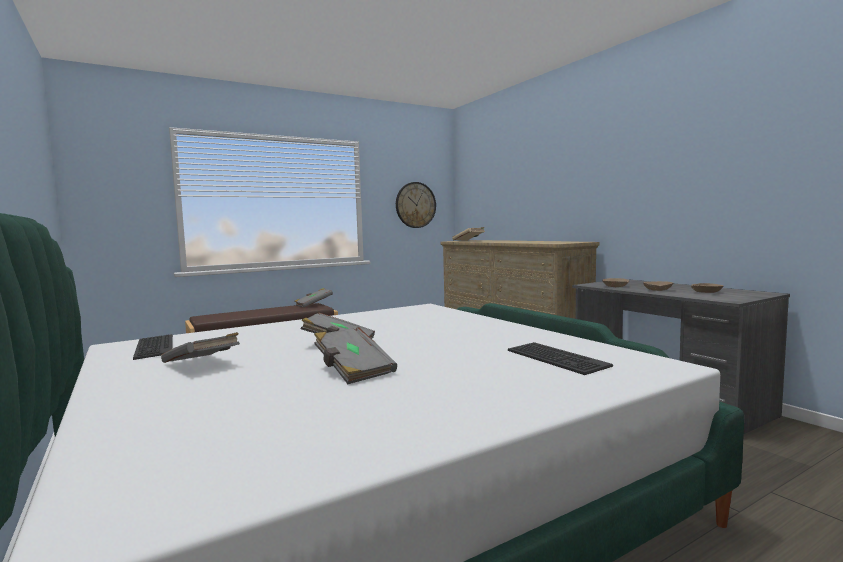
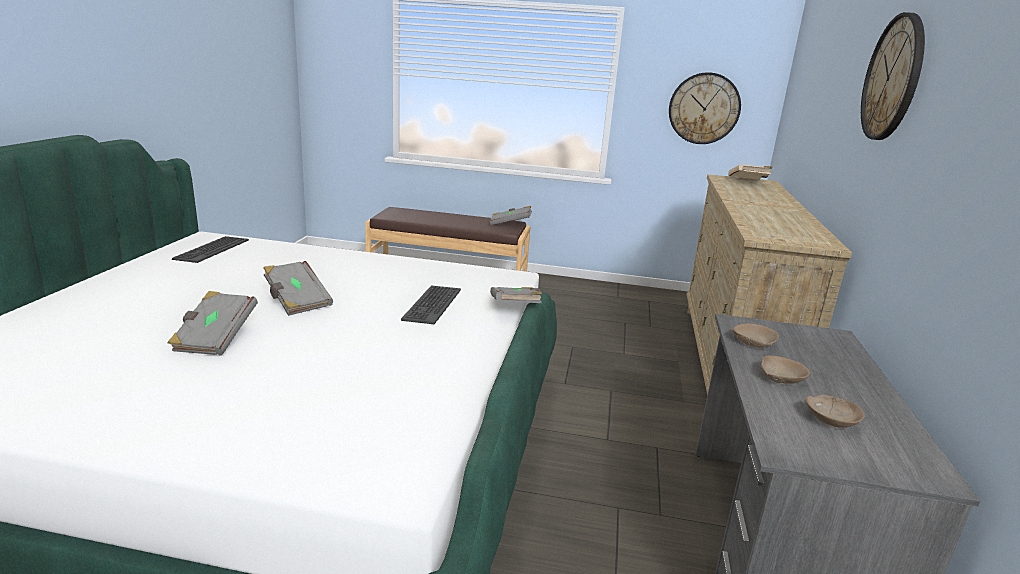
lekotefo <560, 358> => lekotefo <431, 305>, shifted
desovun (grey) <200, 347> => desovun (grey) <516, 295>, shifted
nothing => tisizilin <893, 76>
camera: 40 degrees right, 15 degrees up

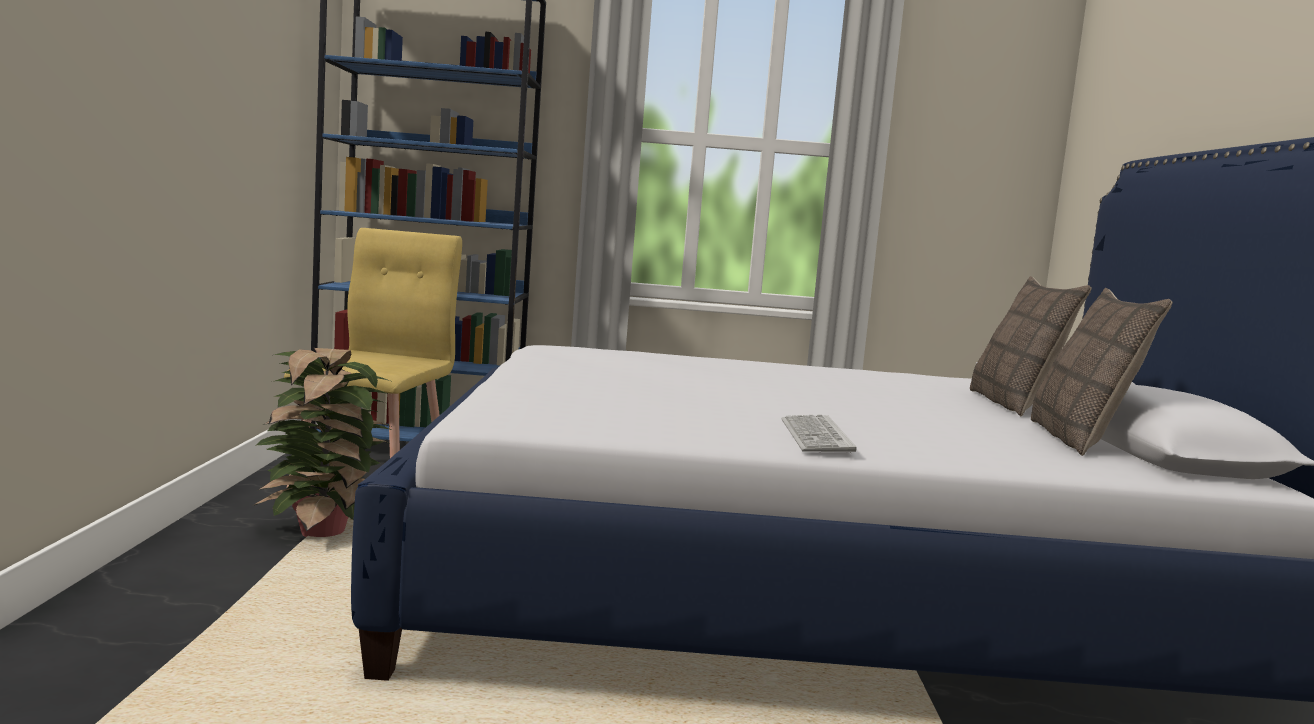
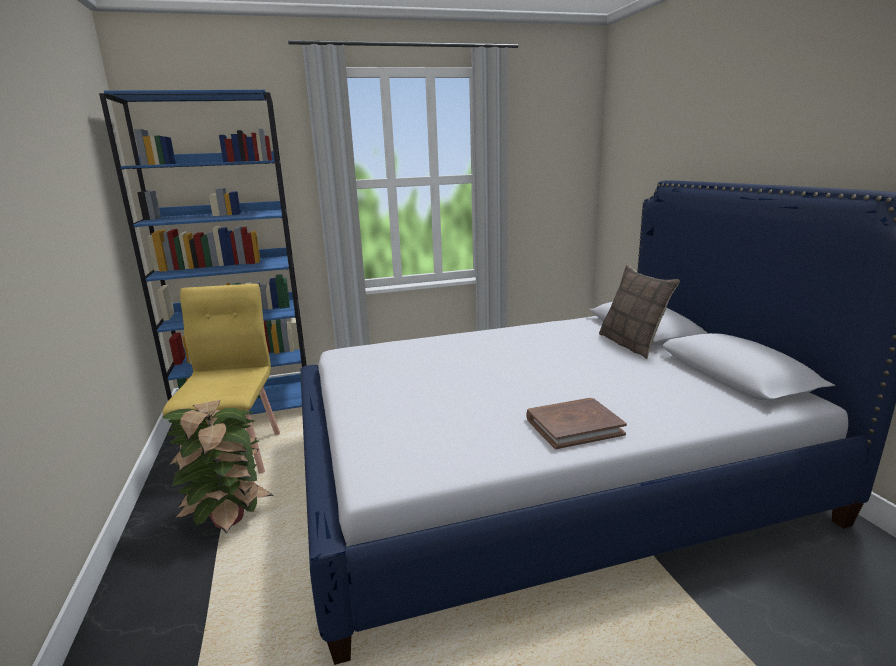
lekotefo <819, 433> => desovun (brown) <576, 423>
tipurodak <1102, 372> => nothing
camera: 15 degrees left, 10 degrees up

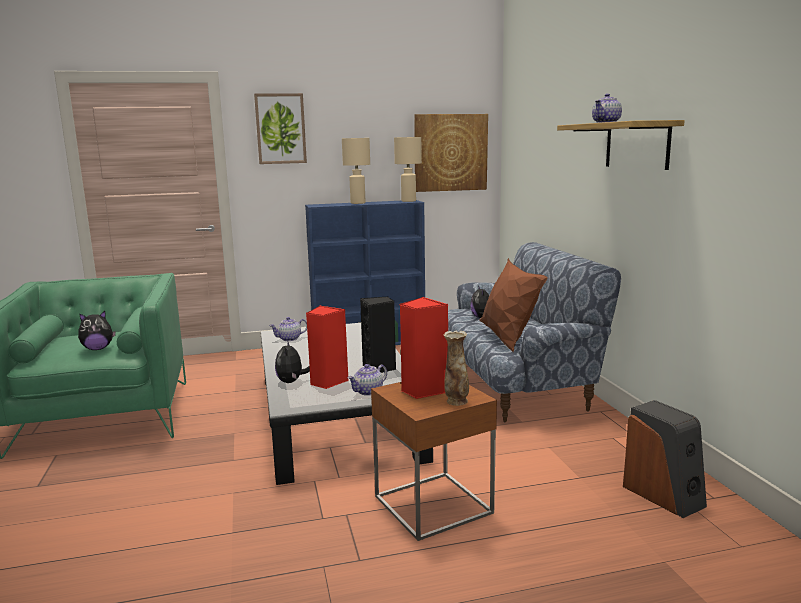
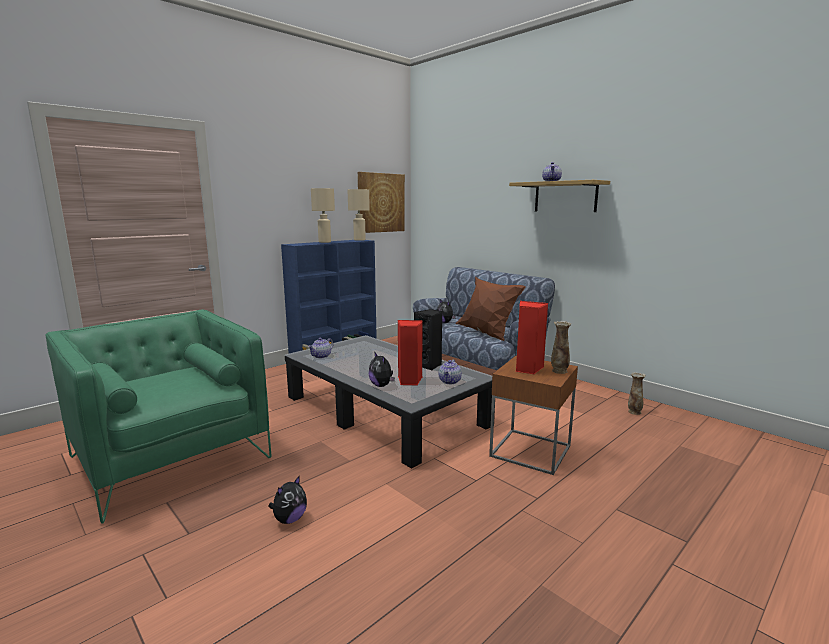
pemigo <97, 330> => pemigo <287, 500>, shifted
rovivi <665, 459> => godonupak <636, 393>
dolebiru <280, 128> => nothing
camera: 30 degrees left, 0 degrees up

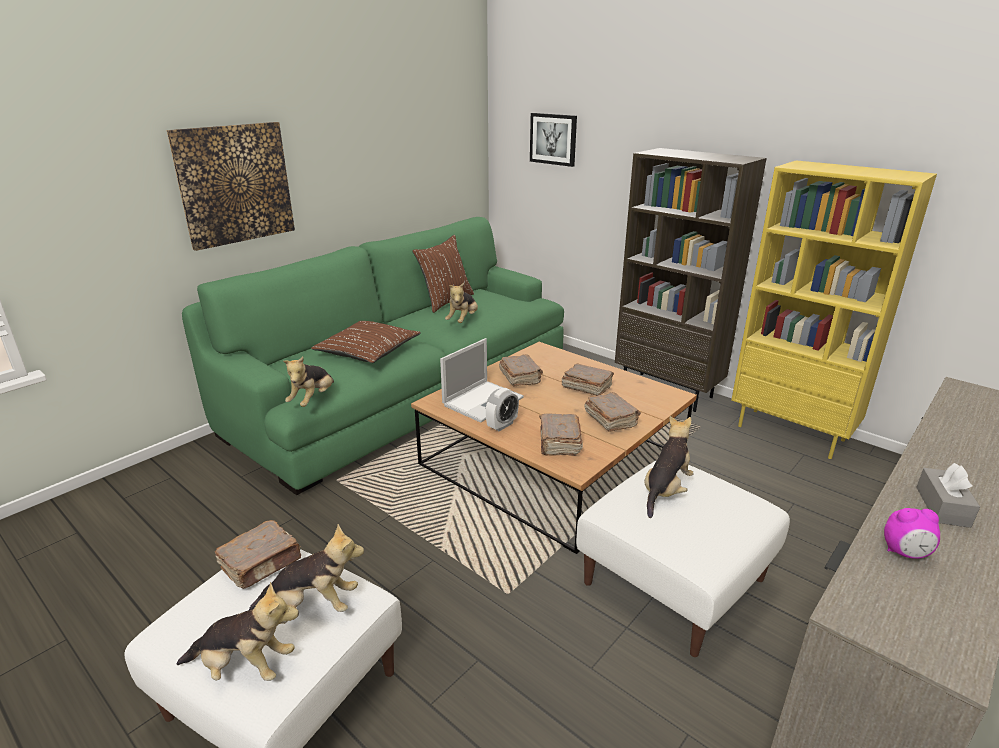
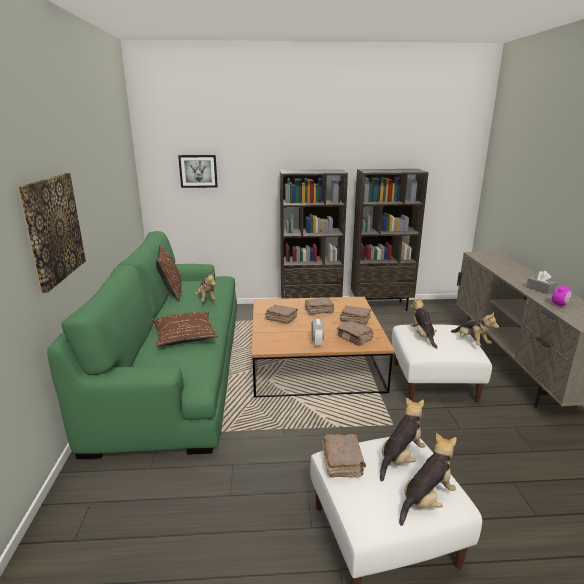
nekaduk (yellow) <834, 309> => nekaduk (brown) <390, 240>
pemigo <308, 382> => pemigo <475, 329>, shifted
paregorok <482, 380> => nothing
camera: 45 degrees left, 5 degrees down

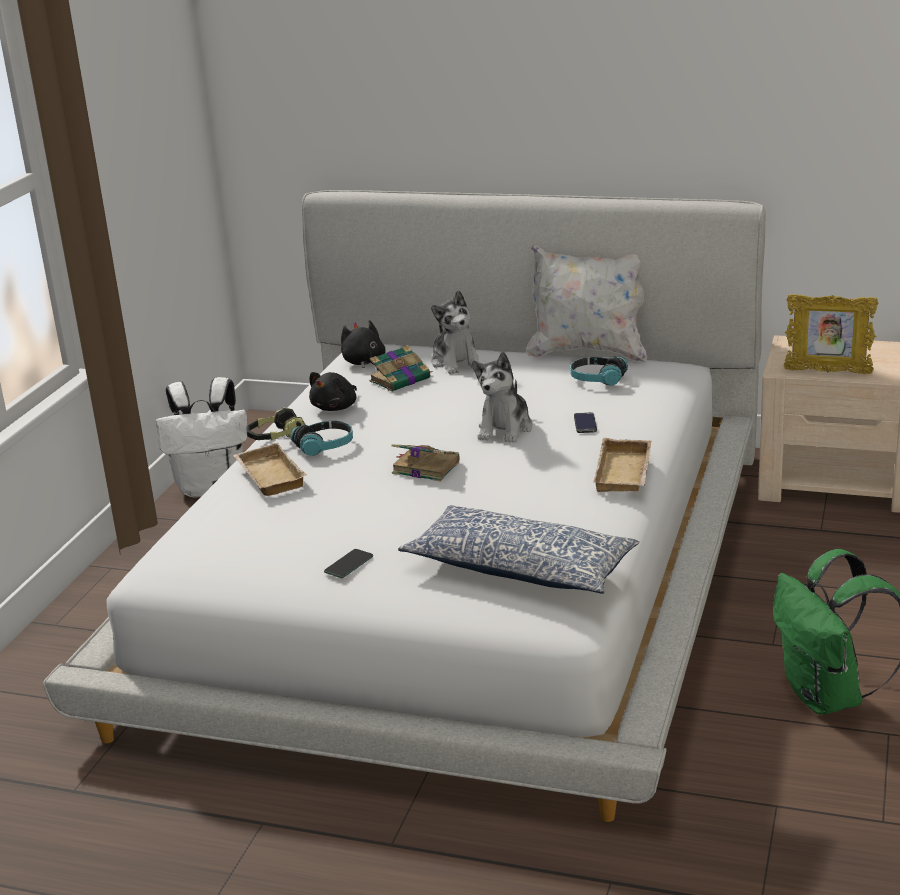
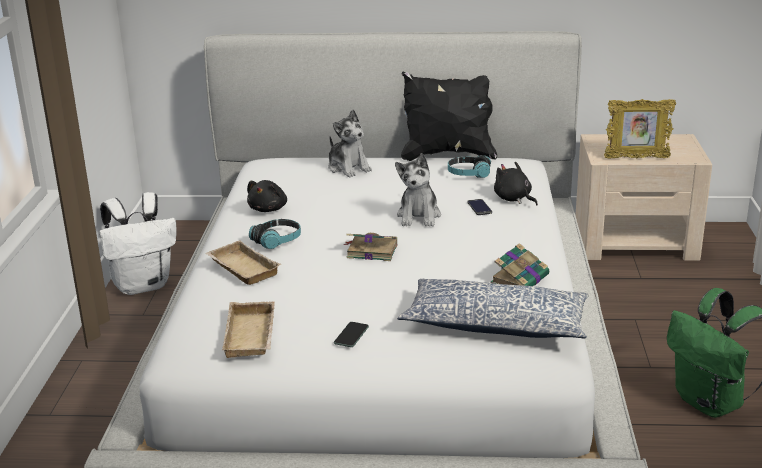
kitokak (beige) <622, 465> => kitokak (beige) <248, 329>, shifted
tipurodak (white) <586, 303> => tipurodak (black) <449, 116>
desovun <401, 368> => desovun <520, 264>, shifted
pemigo (black) <363, 345> => pemigo (black) <516, 183>, shifted
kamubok <276, 424> => nothing
camera: 15 degrees left, 0 degrees up

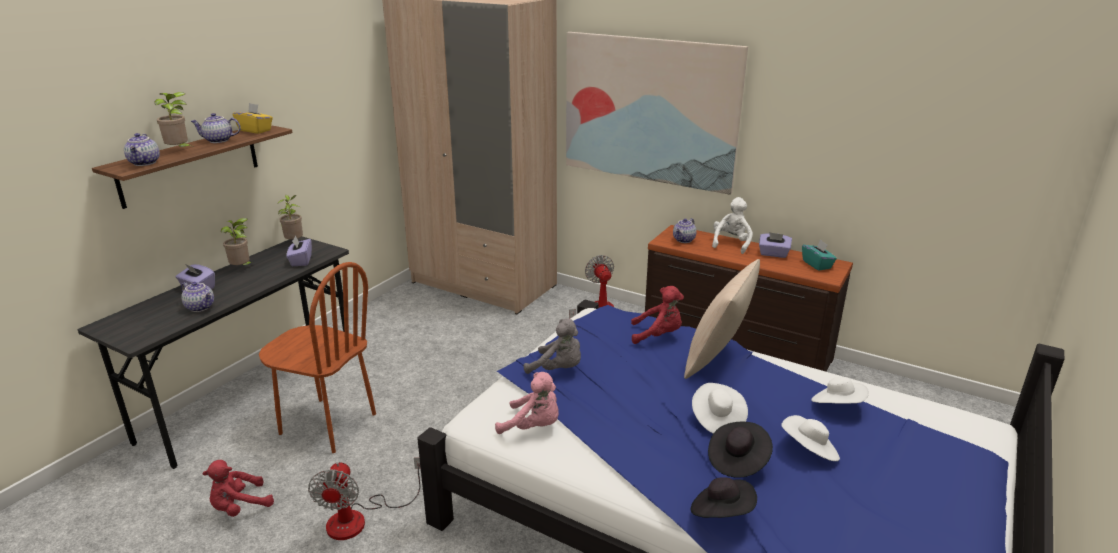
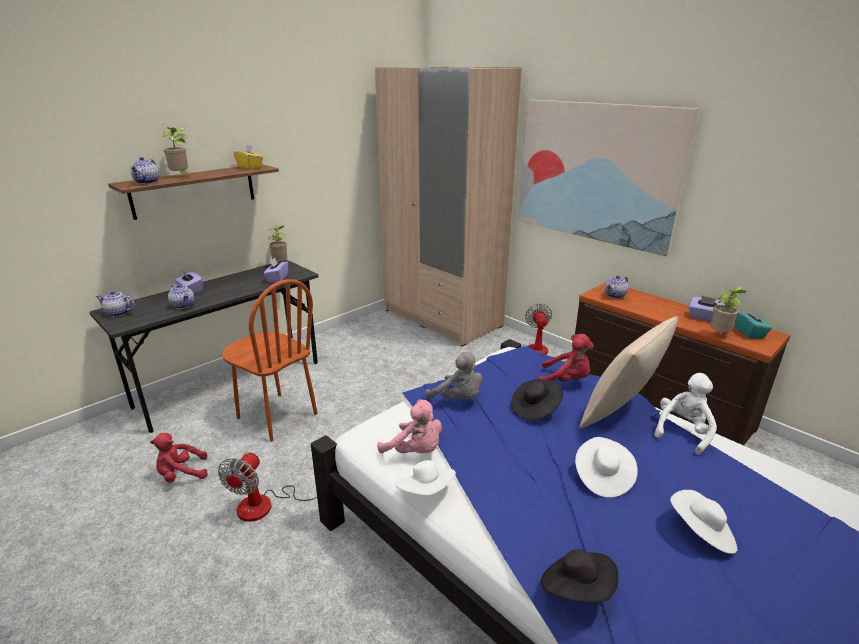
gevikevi <215, 128> => gevikevi <115, 304>, shifted
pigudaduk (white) <840, 390> => pigudaduk (white) <425, 477>, shifted
pigudaduk (black) <740, 450> => pigudaduk (black) <537, 399>, shifted
pemigo (white) <732, 225> => pemigo (white) <685, 414>, shifted
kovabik <236, 241> => kovabik <728, 310>, shifted
camera: 15 degrees right, 0 degrees up

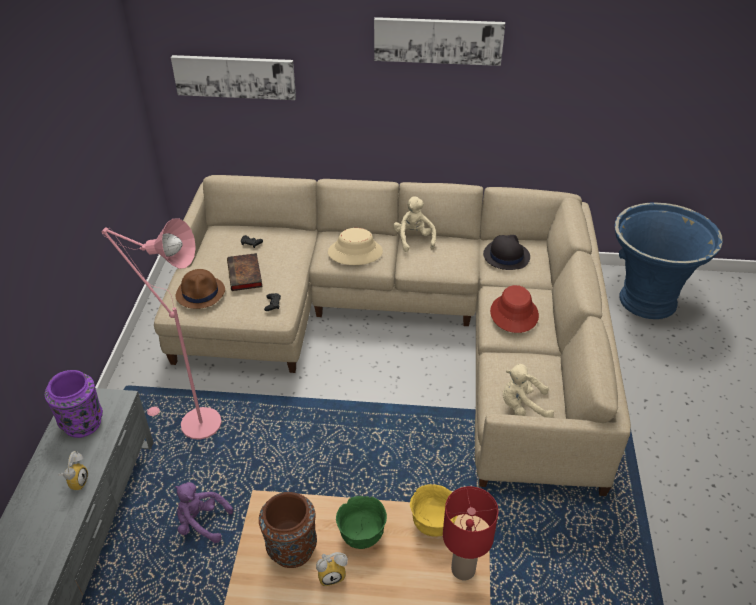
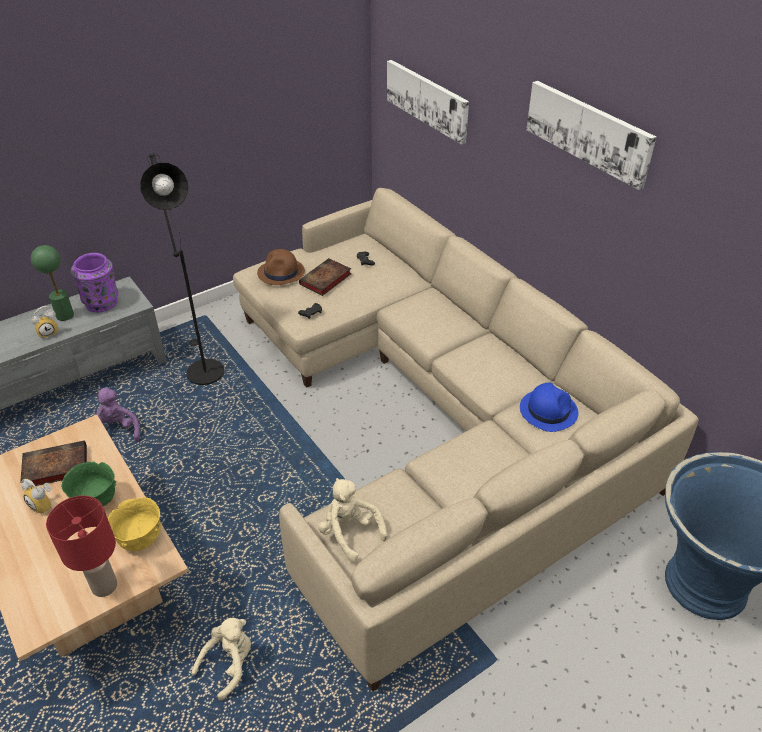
godonupak (brown) <288, 530> => desovun <53, 463>
nothing => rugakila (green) <52, 283>
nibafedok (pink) <162, 329> => nibafedok (black) <182, 269>
pemigo (beige) <414, 224> => pemigo (beige) <221, 659>, shifted
pigudaduk (black) <506, 252> => pigudaduk (blue) <549, 407>
pigudaduk (beige) <355, 246> => nothing
pigudaduk (red) <514, 309> => nothing
camera: 50 degrees right, 0 degrees up

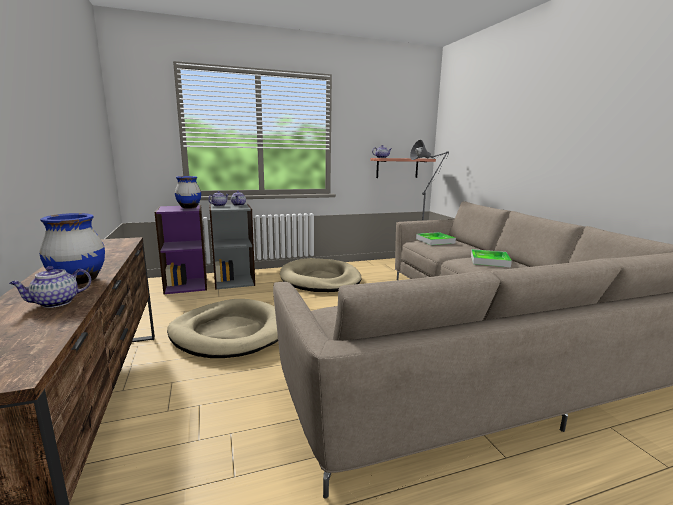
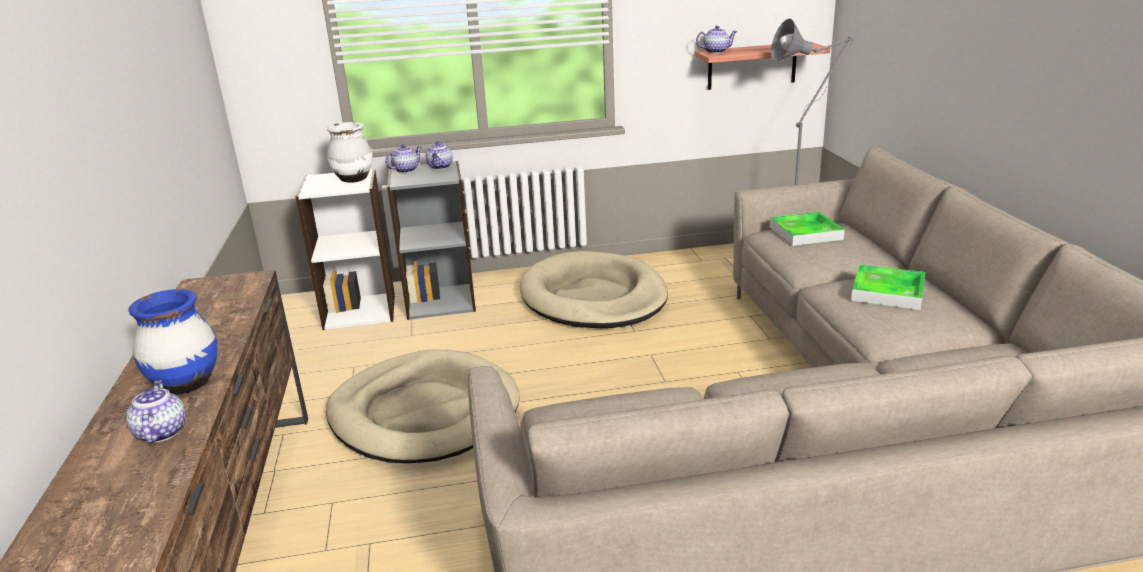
gevikevi <50, 287> => gevikevi <156, 411>, 105 degrees clockwise
nekaduk (purple) <180, 249> => nekaduk (white) <345, 249>
godonupak (blue) <188, 192> => godonupak (white) <350, 152>
camera: 10 degrees right, 10 degrees up

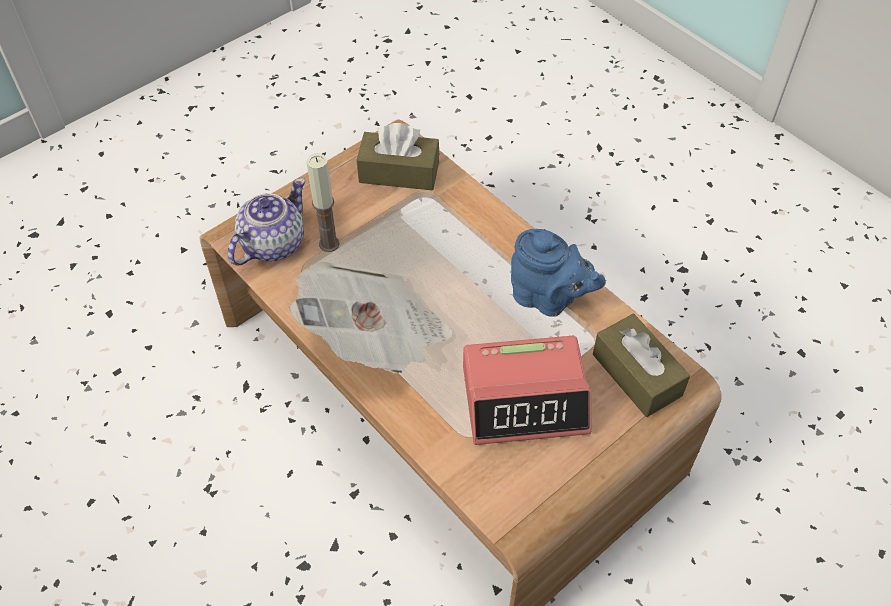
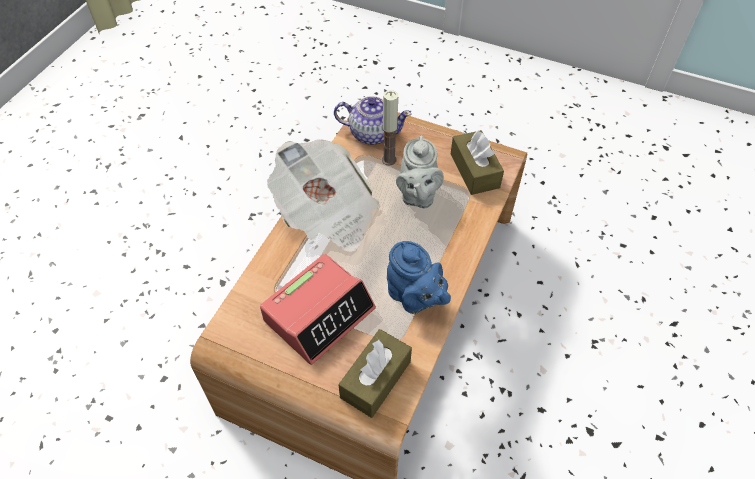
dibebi <527, 390> => dibebi <318, 309>, 105 degrees counterclockwise
gevikevi (blue) <558, 273> => gevikevi (blue) <419, 277>, 45 degrees counterclockwise
nothing => gevikevi (grey) <420, 172>
camera: 65 degrees right, 0 degrees up

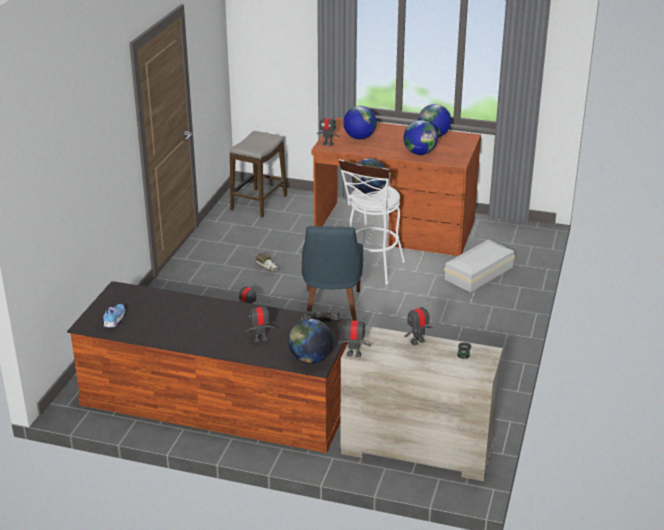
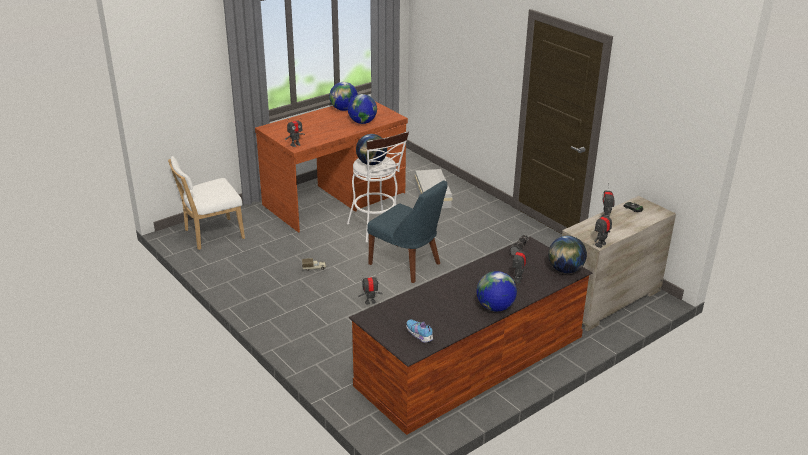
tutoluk <258, 174> => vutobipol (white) <206, 203>
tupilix <360, 122> => tupilix <496, 291>, shifted
camera: 55 degrees left, 0 degrees up

